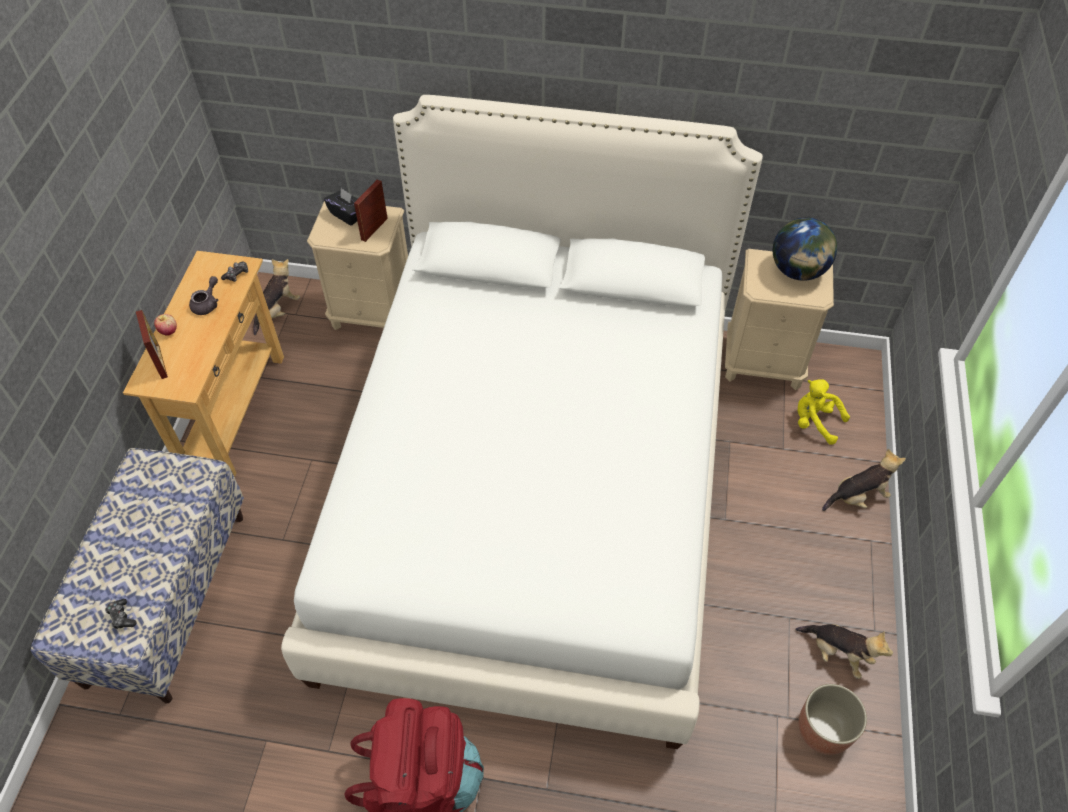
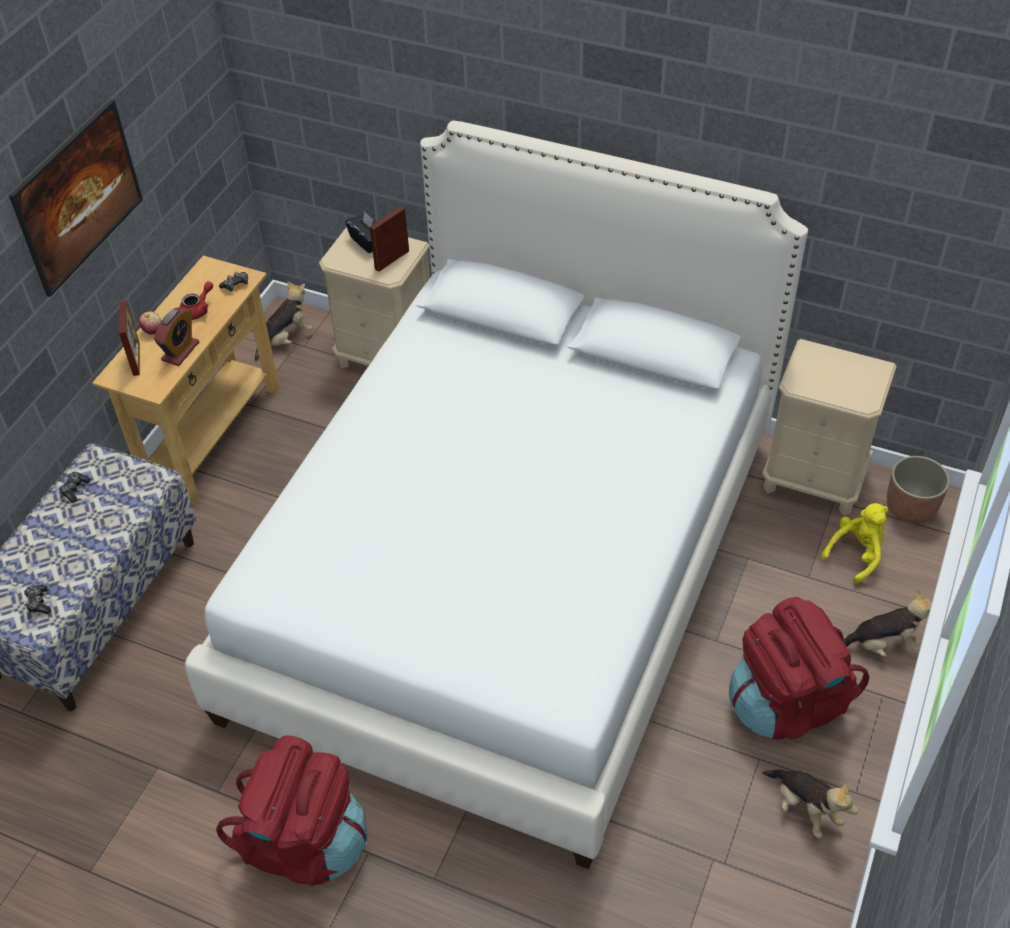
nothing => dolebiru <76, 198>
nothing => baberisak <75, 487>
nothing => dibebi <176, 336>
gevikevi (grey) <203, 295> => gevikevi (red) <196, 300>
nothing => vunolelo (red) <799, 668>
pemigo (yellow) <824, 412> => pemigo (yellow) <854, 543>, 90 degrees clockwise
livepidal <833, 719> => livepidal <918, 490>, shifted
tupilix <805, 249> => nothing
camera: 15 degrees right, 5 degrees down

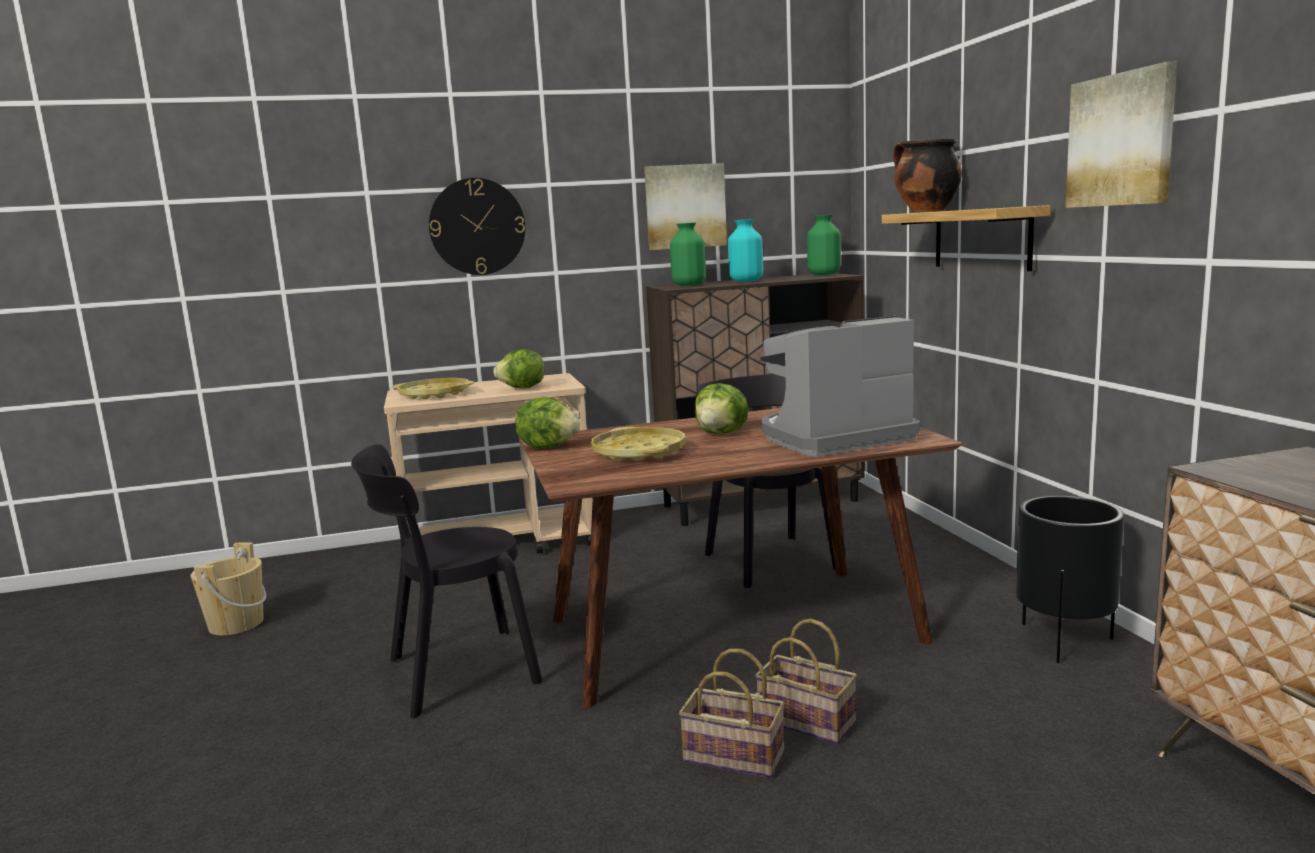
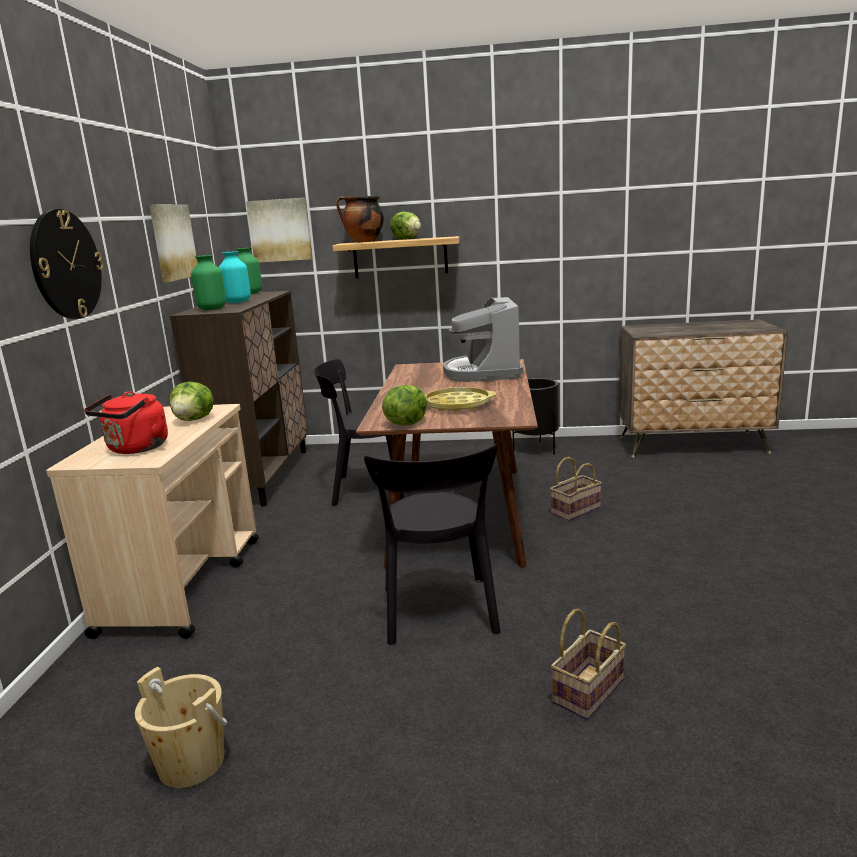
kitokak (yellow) <433, 388> => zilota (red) <126, 423>
dolebiru <1121, 134> => dolebiru <279, 229>, shifted
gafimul <721, 408> => gafimul <405, 225>, shifted
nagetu <732, 713> => nagetu <588, 664>, shifted
camera: 70 degrees left, 5 degrees up

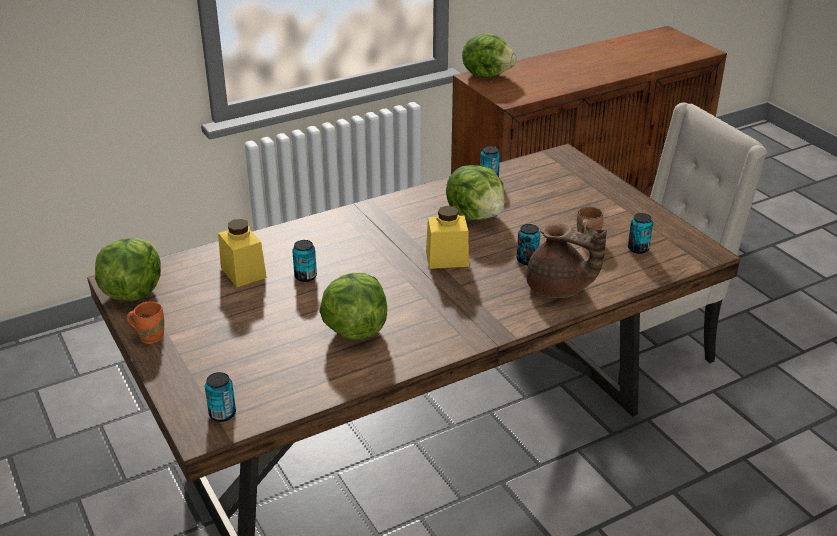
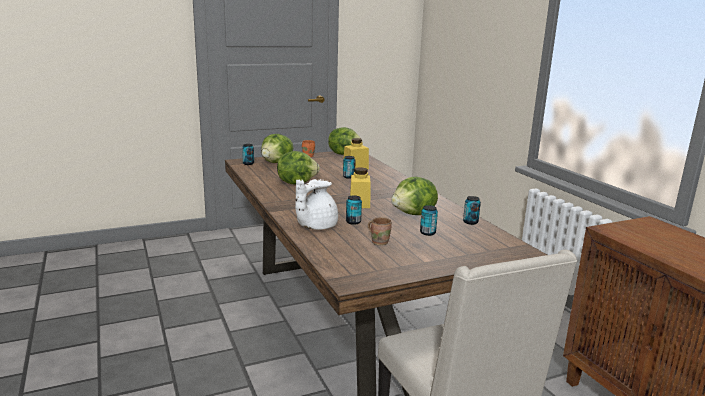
gafimul <489, 55> => gafimul <277, 148>, shifted
gevikevi (brown) <566, 260> => gevikevi (white) <316, 204>
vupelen <640, 233> => vupelen <429, 220>, shifted
camera: 95 degrees right, 15 degrees down

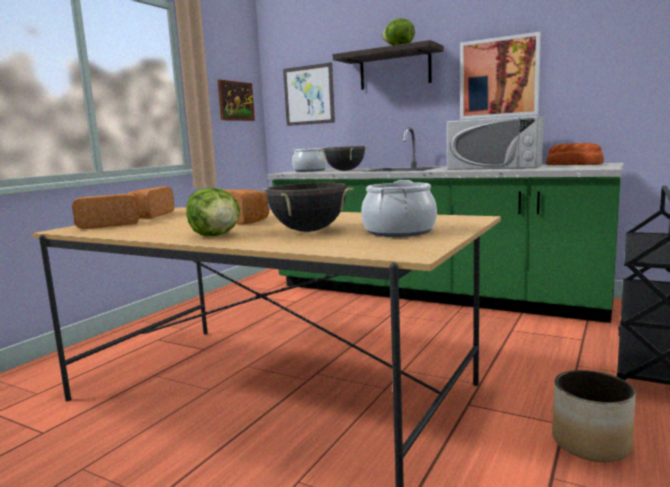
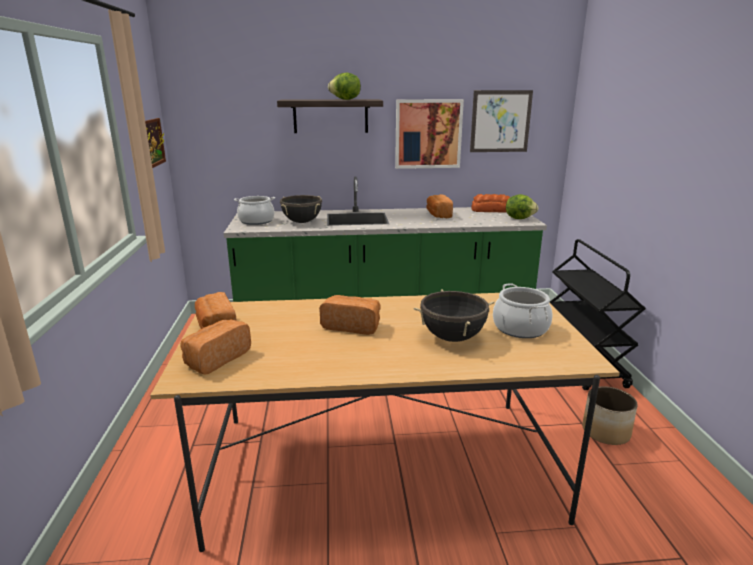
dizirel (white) <495, 143> => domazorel <439, 206>
dolebiru <309, 94> => dolebiru <501, 121>, shifted
gafimul <213, 212> => gafimul <522, 206>, shifted
camera: 35 degrees left, 10 degrees up

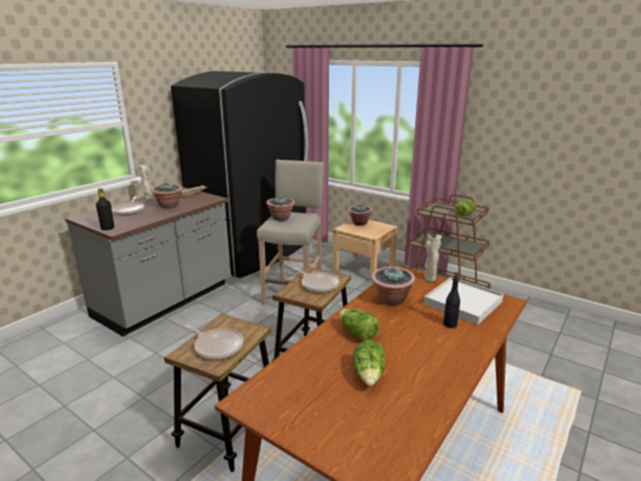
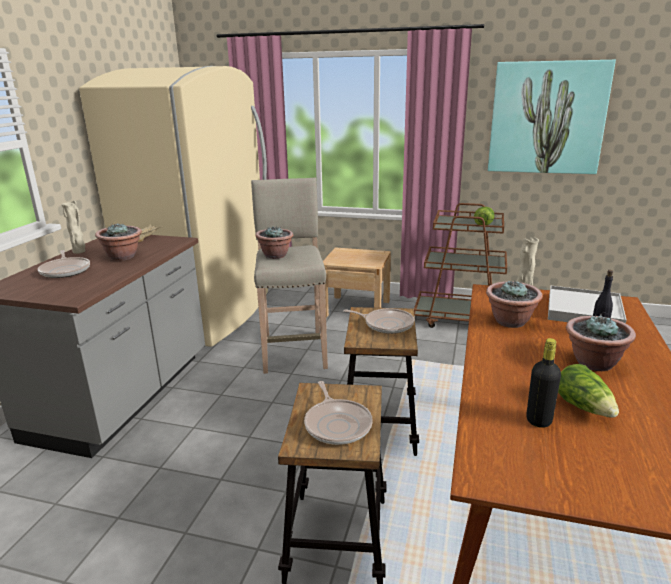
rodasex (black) <239, 174> => rodasex (beige) <173, 206>
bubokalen <214, 342> => bubokalen <338, 413>, 60 degrees clockwise
nothing => dolebiru <552, 117>
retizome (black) <105, 209> => retizome (black) <543, 383>, shifted
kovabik <360, 215> => kovabik <601, 342>, shifted
gafimul <359, 325> => nothing
camera: 20 degrees left, 0 degrees up

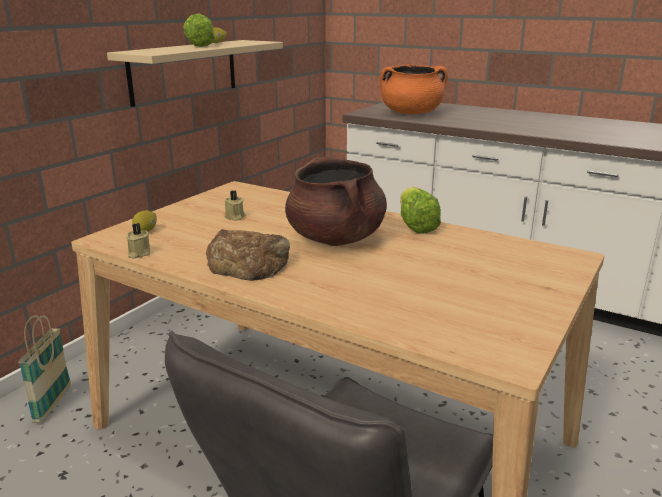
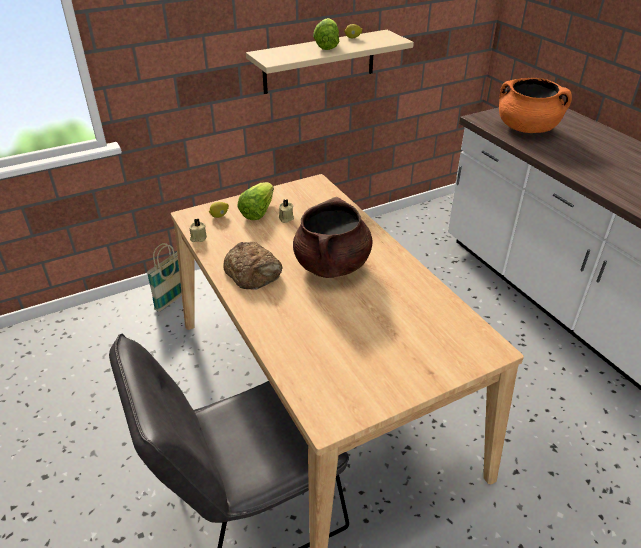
gafimul <420, 210> => gafimul <255, 201>, shifted
camera: 30 degrees right, 15 degrees up

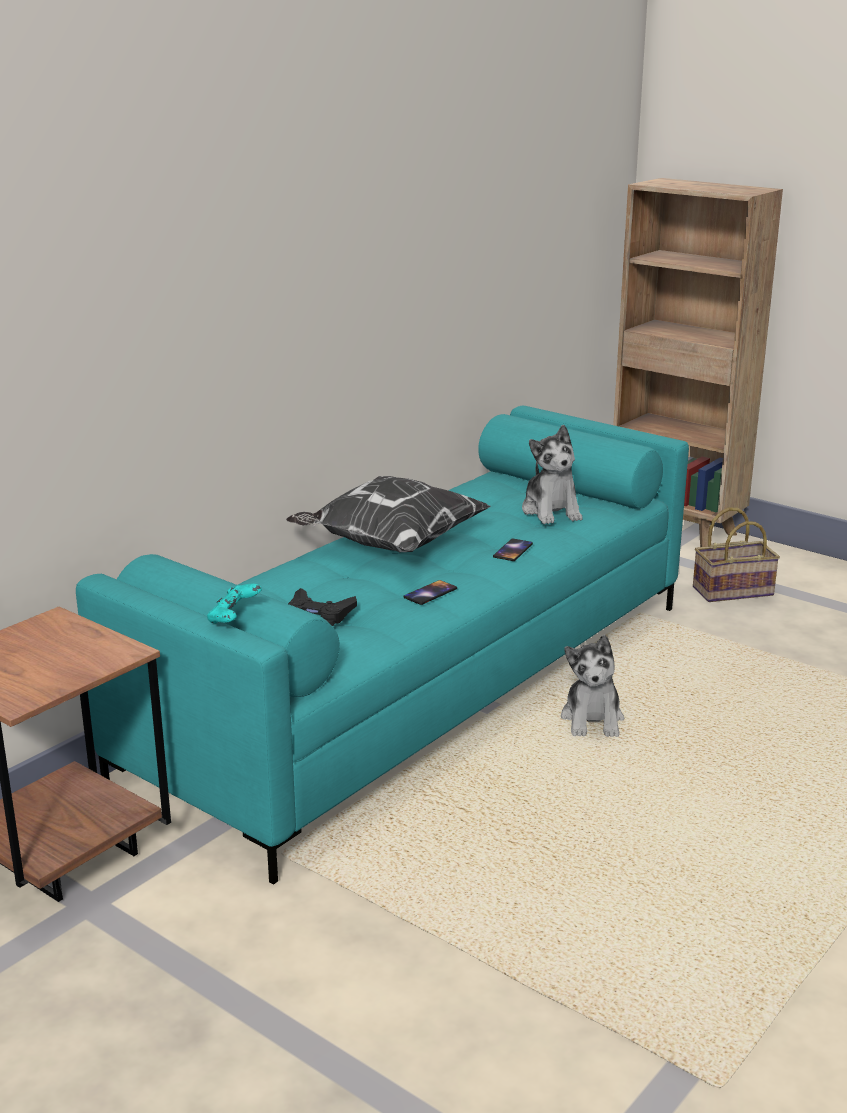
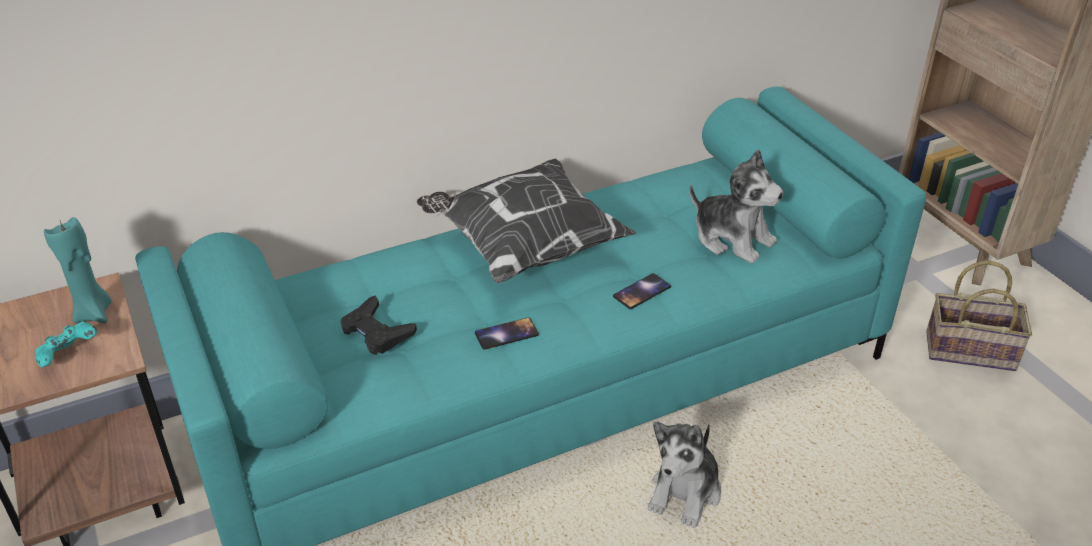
baberisak (turquoise) <234, 604> => baberisak (turquoise) <66, 344>, shifted
nothing => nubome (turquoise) <78, 270>
pemigo <552, 474> => pemigo <736, 206>, 60 degrees counterclockwise
camera: 25 degrees right, 15 degrees up

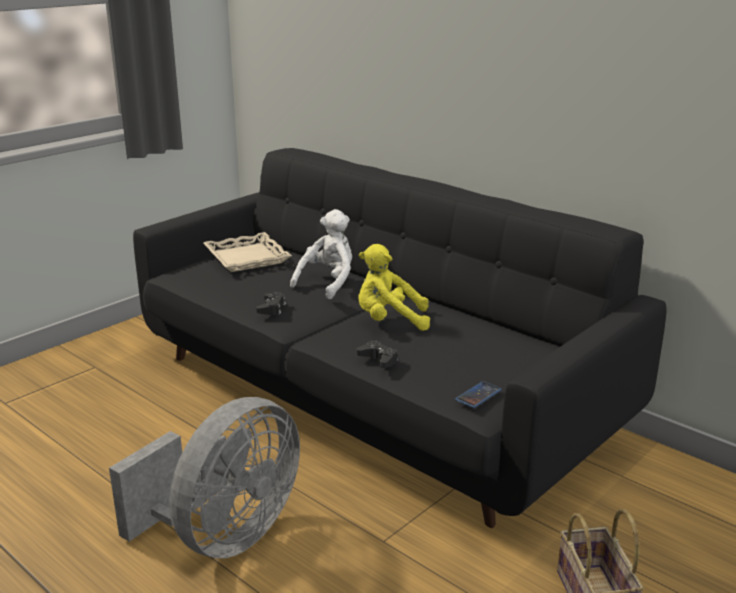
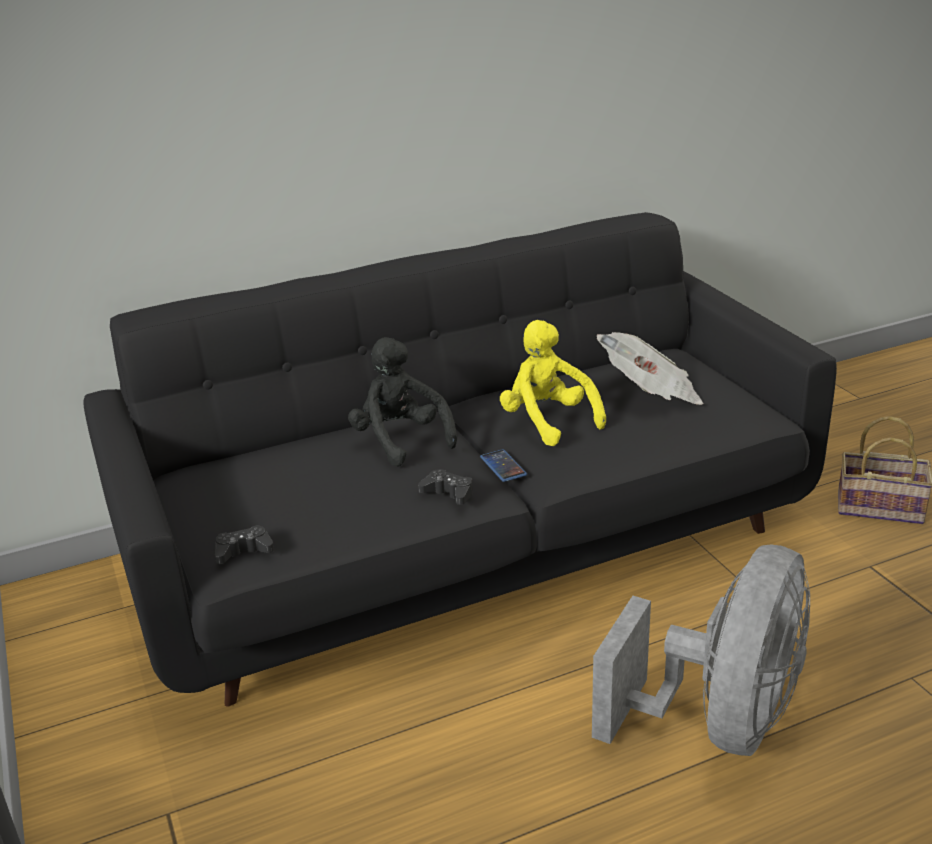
baberisak (black) <377, 354> => baberisak (black) <244, 544>, shifted
pemigo (white) <321, 254> => pemigo (black) <402, 402>
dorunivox <478, 394> => dorunivox <503, 465>, shifted
pemigo (yellow) <394, 287> => pemigo (yellow) <553, 383>, 120 degrees clockwise
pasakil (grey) <204, 477> => pasakil (grey) <701, 650>, 60 degrees clockwise
nothing => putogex <650, 368>
kitokak (beige) <247, 252> => nothing
camera: 65 degrees left, 5 degrees up

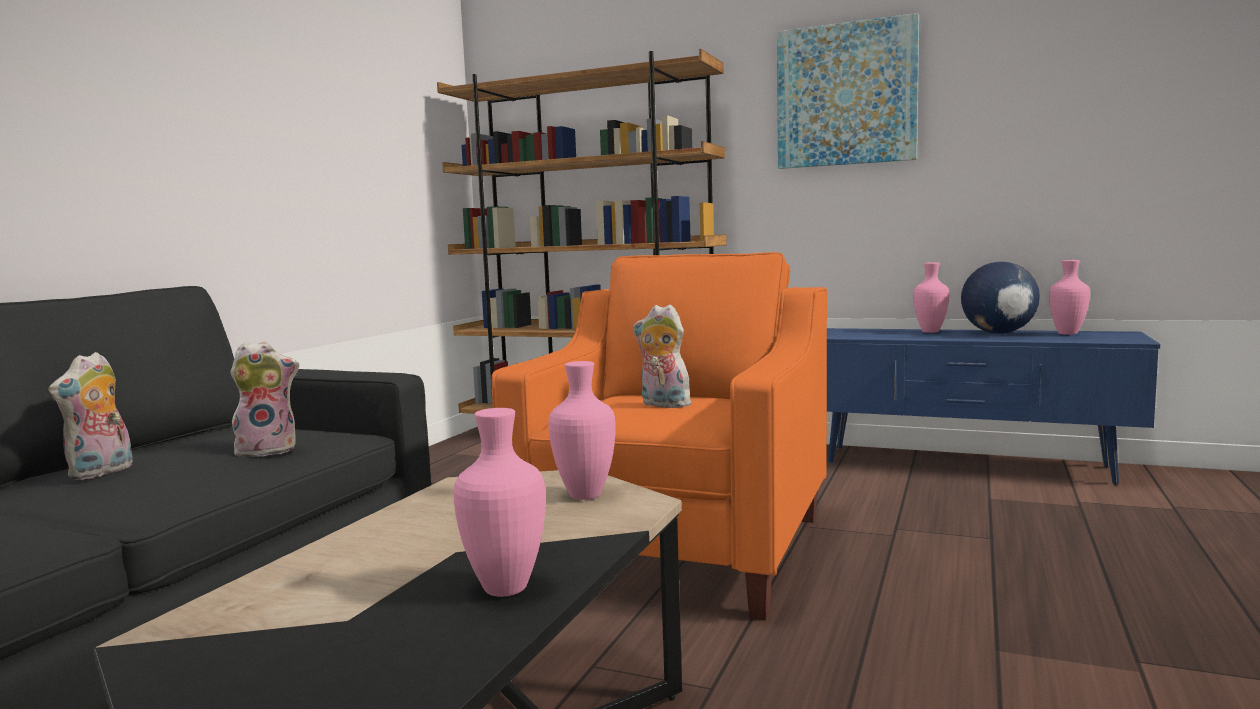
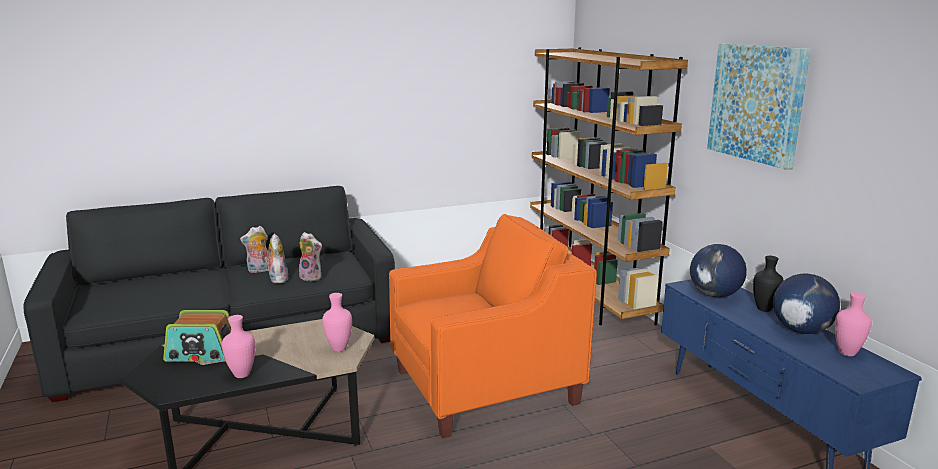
nothing => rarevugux <197, 336>
pemigo <662, 356> => pemigo <276, 259>, shifted
nothing => tupilix <718, 270>
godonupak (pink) <931, 297> => godonupak (black) <768, 284>
camera: 45 degrees right, 10 degrees up

